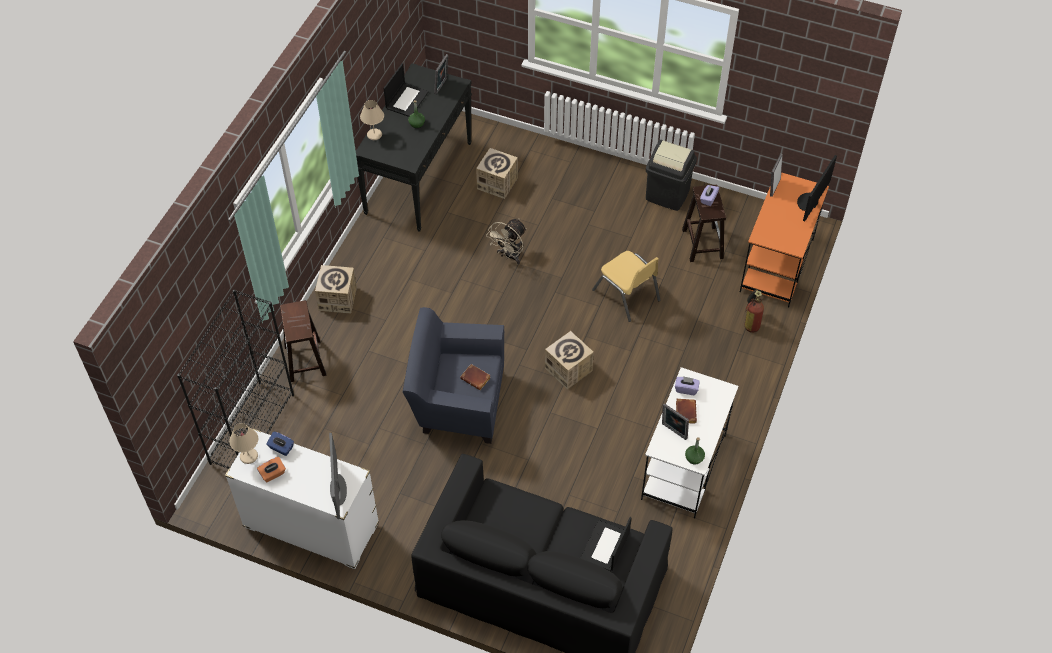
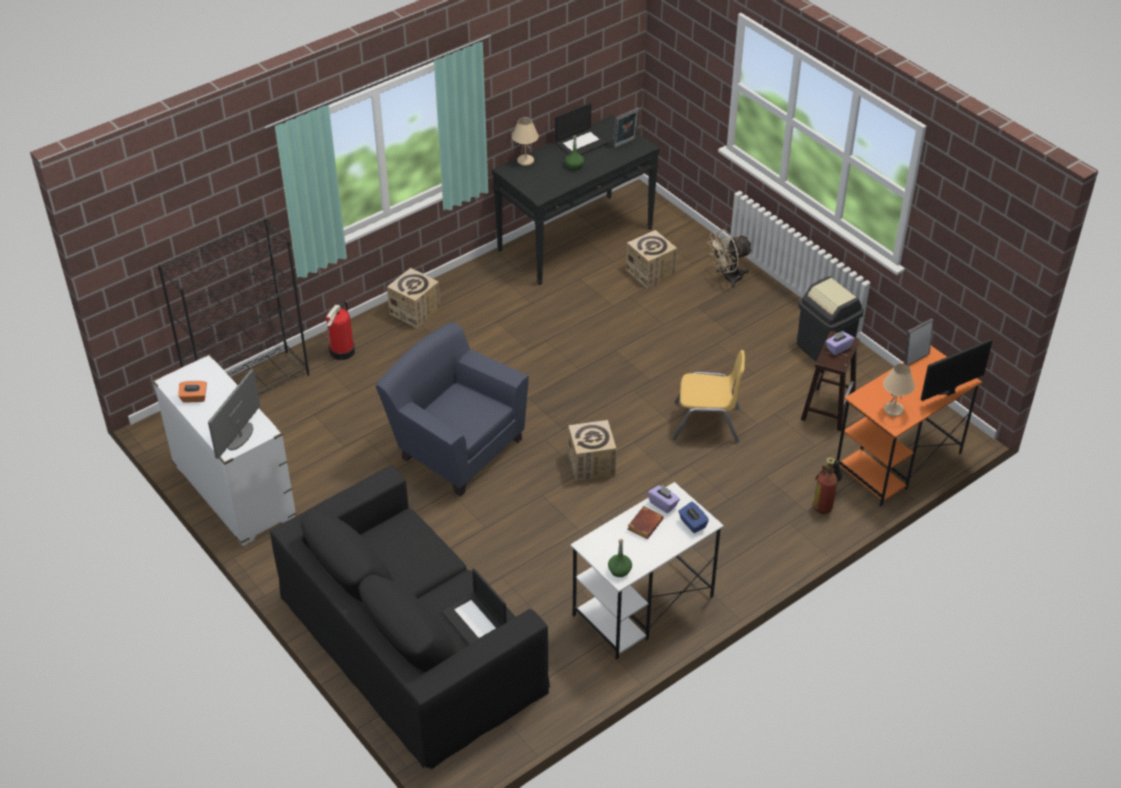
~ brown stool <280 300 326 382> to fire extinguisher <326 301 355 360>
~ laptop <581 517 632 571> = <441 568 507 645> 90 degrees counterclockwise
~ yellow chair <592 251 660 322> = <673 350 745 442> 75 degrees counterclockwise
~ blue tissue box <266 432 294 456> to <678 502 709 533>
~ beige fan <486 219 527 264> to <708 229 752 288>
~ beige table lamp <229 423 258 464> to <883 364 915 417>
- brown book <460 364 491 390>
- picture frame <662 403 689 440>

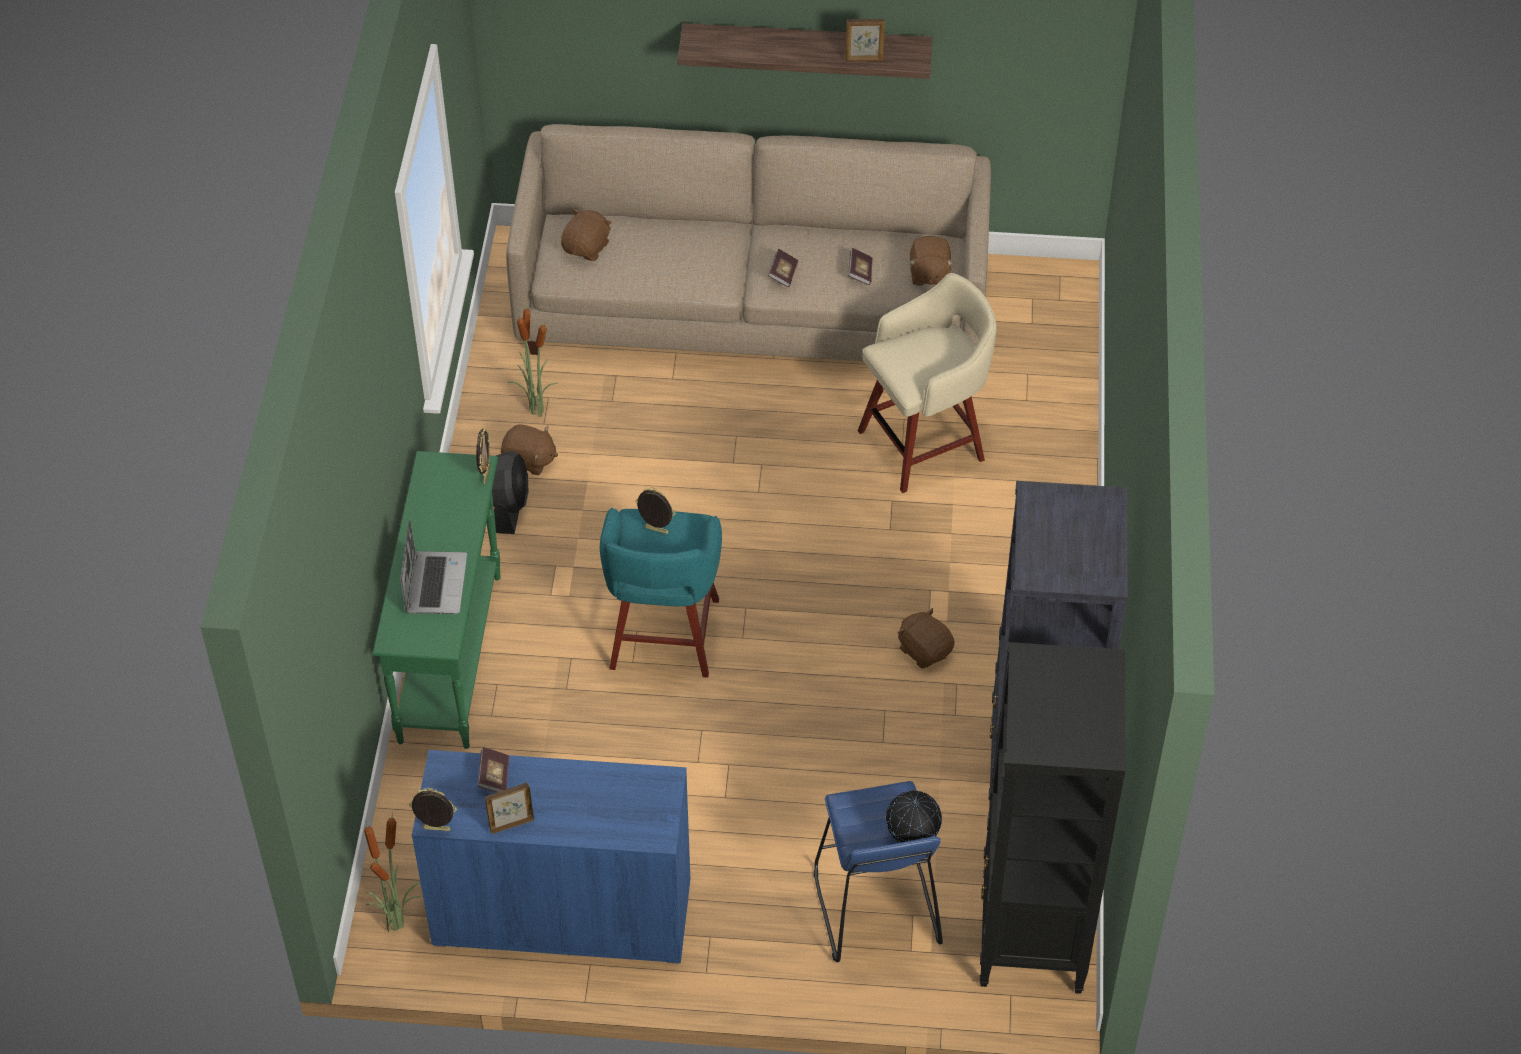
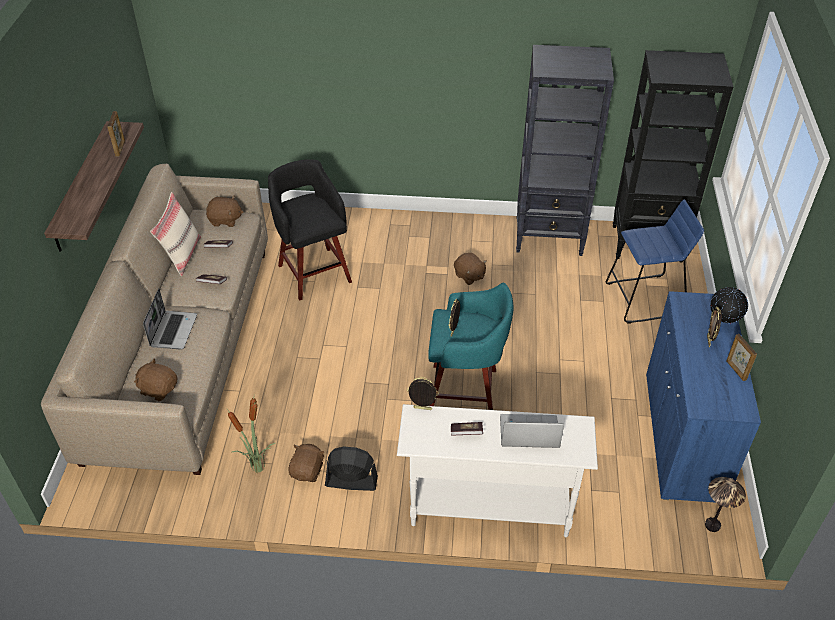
+ laptop <143 288 197 350>
+ beige pillow <150 192 201 276>
~ beige stool <858 273 997 493> to black stool <268 159 352 301>
~ green console table <372 451 501 749> to white console table <397 404 598 537>
~ book <478 747 509 793> to <451 422 483 436>
~ brown plush toy <898 608 955 668> = <454 253 487 285> 90 degrees counterclockwise
~ potted plant <364 818 421 932> to table lamp <705 477 746 532>
~ picture frame <409 788 457 831> to <707 306 722 347>
~ globe <886 790 942 843> to <710 287 748 323>

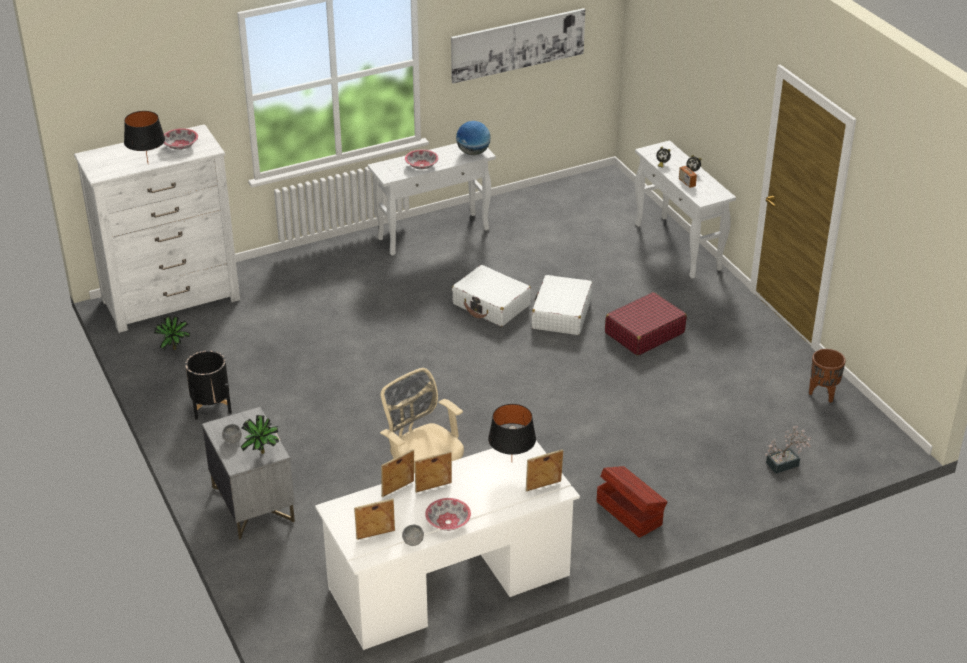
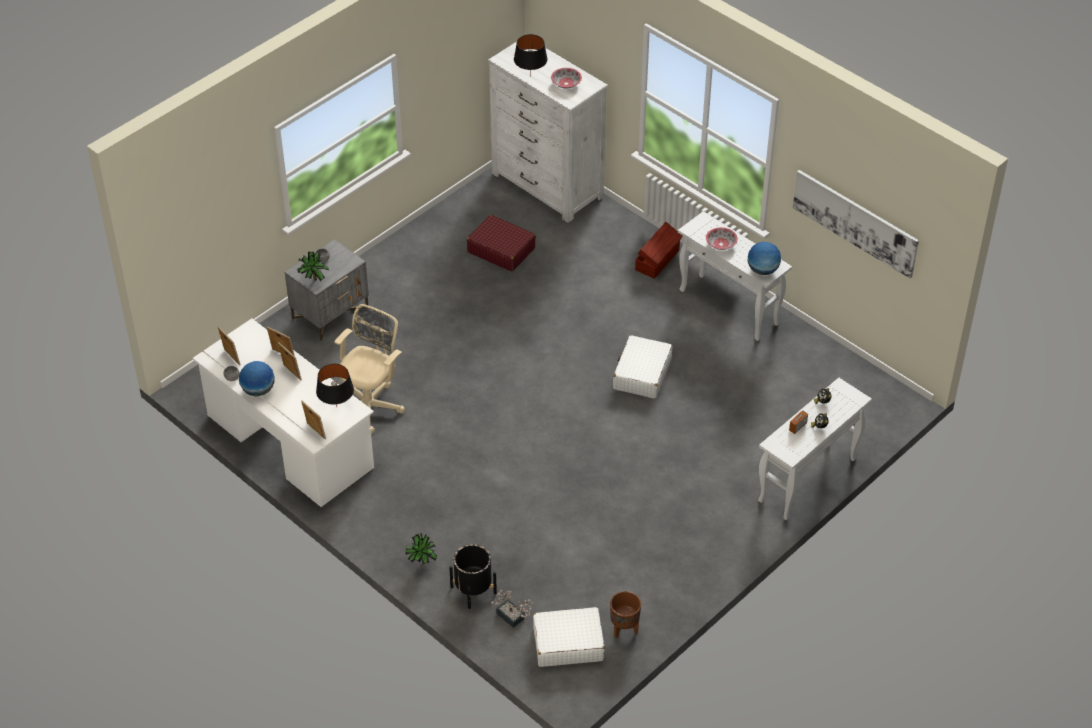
~ bowl <425 498 471 531> to globe <239 361 275 396>
~ potted plant <154 316 190 350> to <405 533 437 564>
~ black planter <185 351 232 419> to <449 544 497 609>
~ red suitcase <605 292 687 356> to <467 215 536 272>
~ white suitcase <531 275 592 335> to <533 607 605 667>
~ brown storage box <597 466 668 538> to <635 222 683 279>

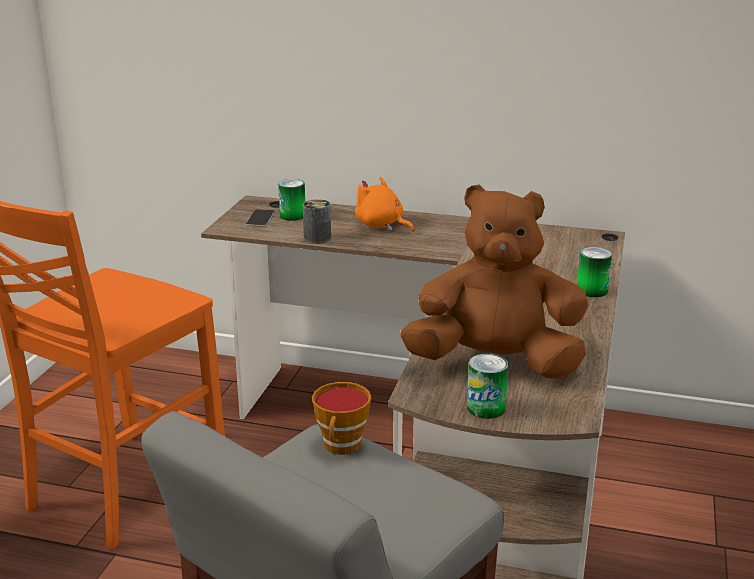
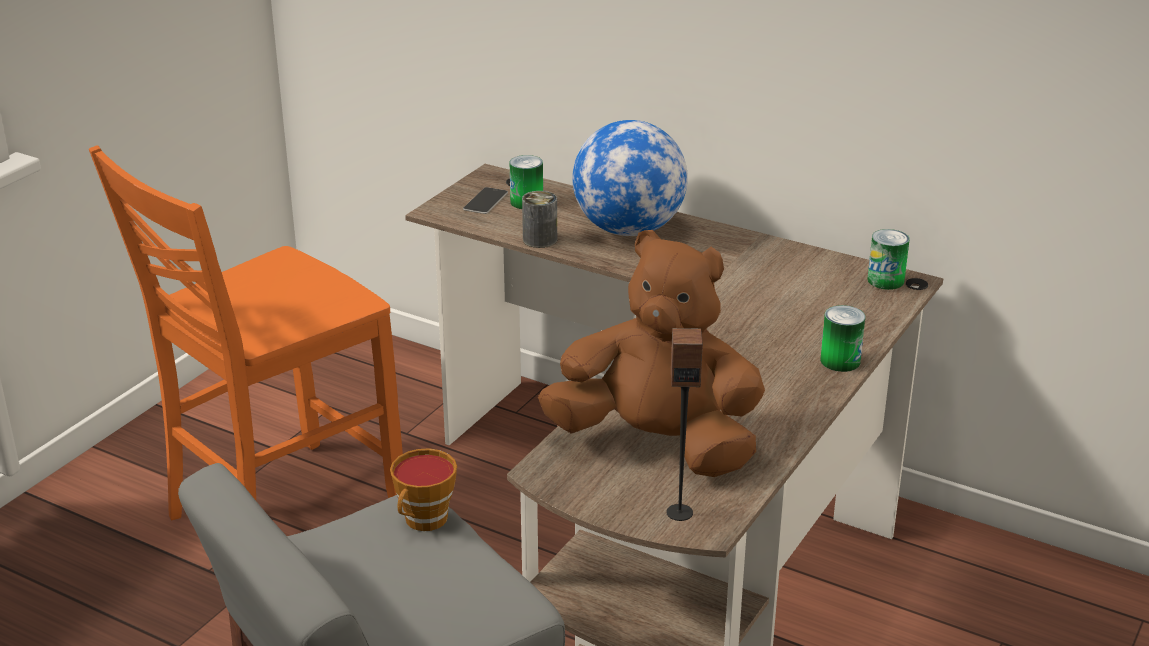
~ orange plush toy <355 177 414 231> to globe <572 120 688 236>
+ speaker <666 328 703 521>
~ can <467 354 508 419> to <867 229 909 290>

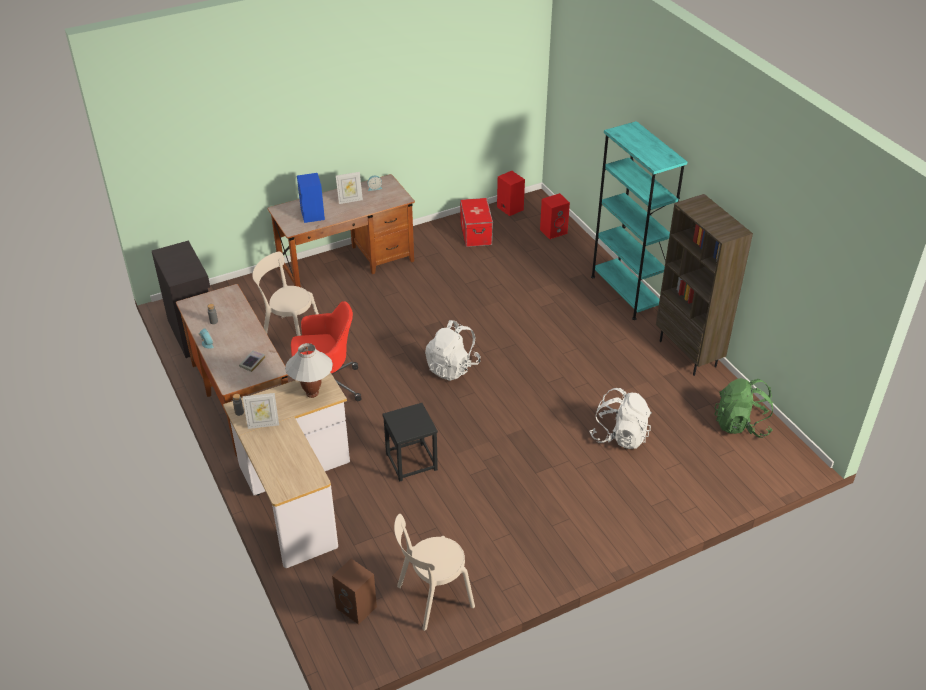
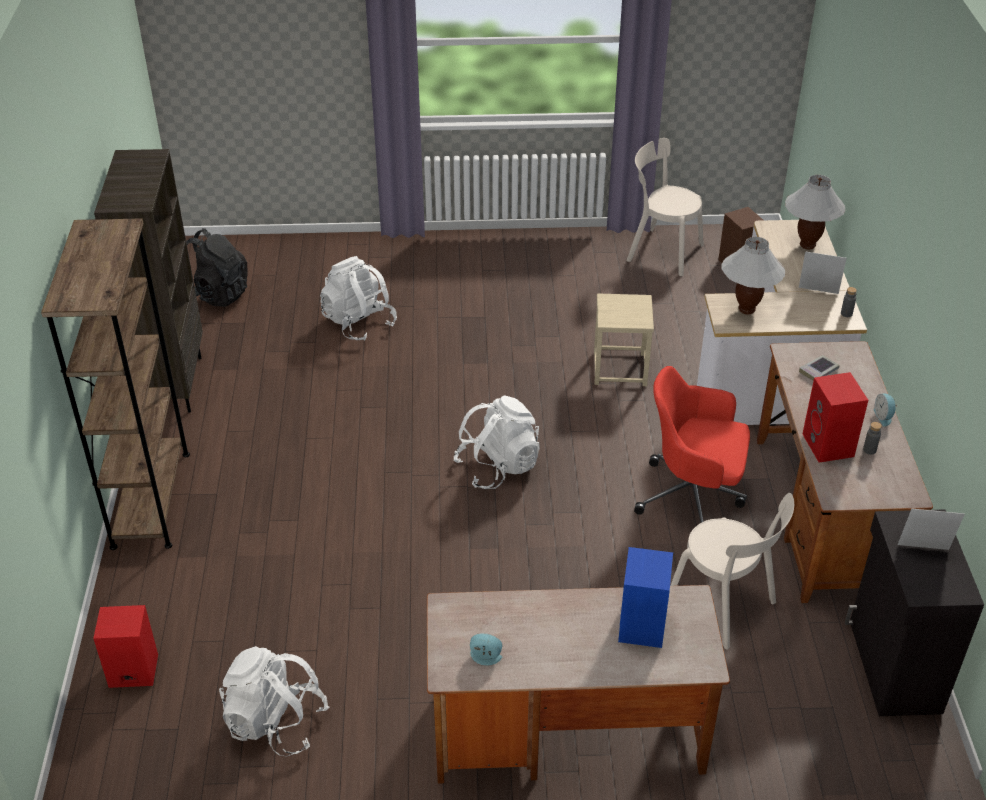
~ turquoise bookcase <591 121 687 320> to brown bookcase <41 218 190 550>
~ green backpack <714 378 773 438> to black backpack <186 228 248 307>
~ storage box <460 198 493 247> to white backpack <219 646 330 756>
~ black stool <382 403 438 482> to beige stool <594 293 654 386>
~ beige chair <394 514 475 631> = <626 138 704 276> 150 degrees counterclockwise
+ white table lamp <785 175 846 250>
~ red speaker <497 171 525 216> to <803 372 868 463>
~ picture frame <336 172 363 204> to <898 509 965 550>

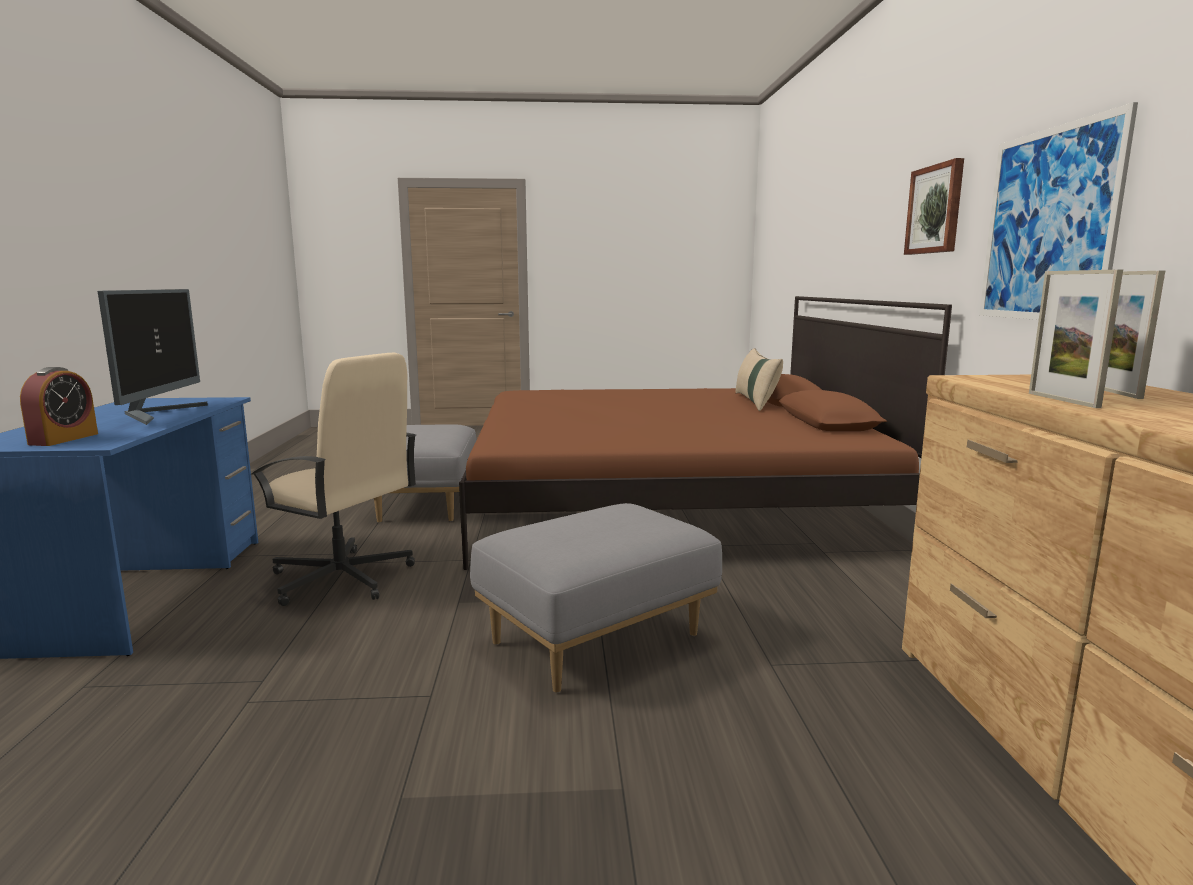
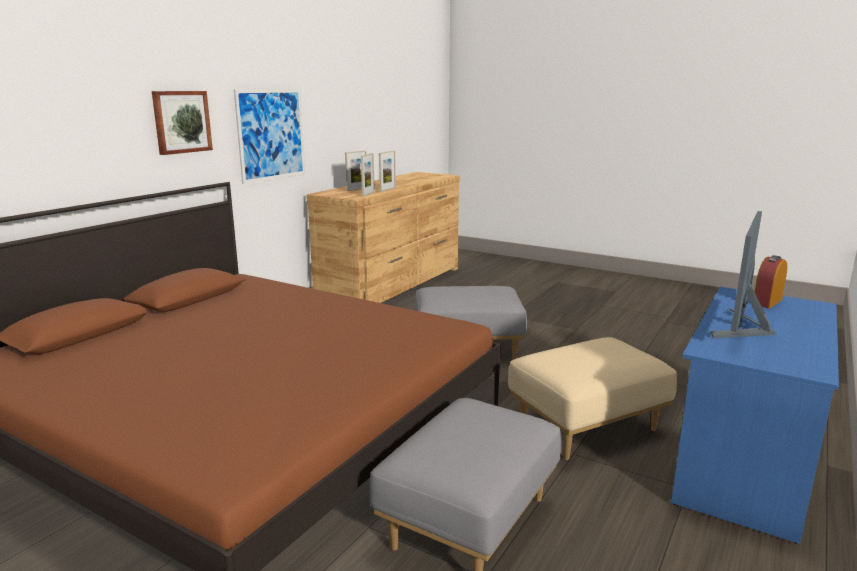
+ picture frame <361 153 375 196>
~ beige office chair <251 353 416 606> to beige ottoman <508 337 677 460>
- beige pillow <736 348 783 411>

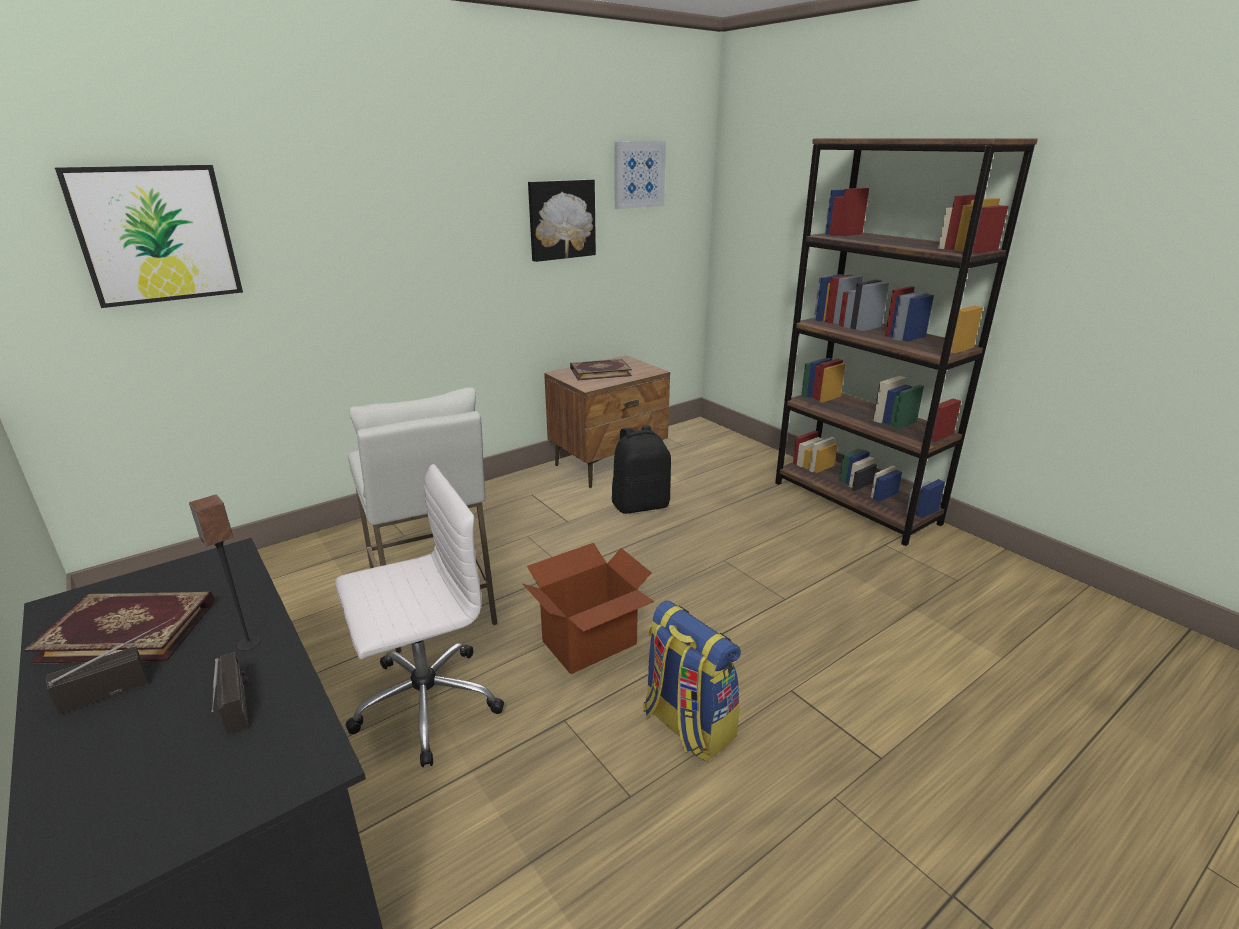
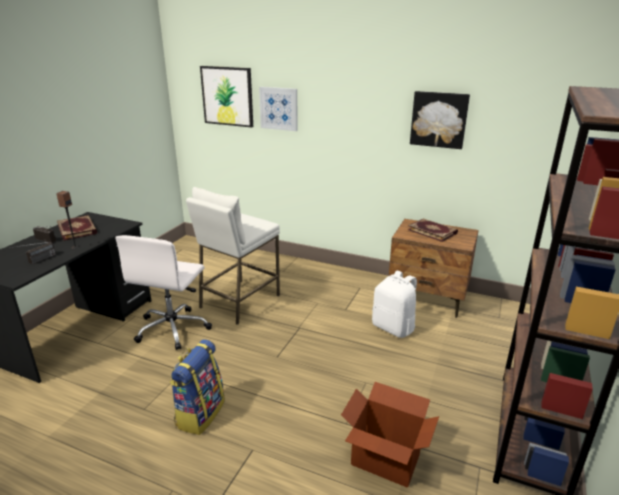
~ white office chair <335 464 504 767> = <115 235 212 350> 75 degrees clockwise
~ picture <614 142 666 209> to <259 87 298 131>
~ cardboard box <523 543 654 674> to <341 382 439 488>
~ black backpack <612 425 671 514> to white backpack <372 271 417 338>

